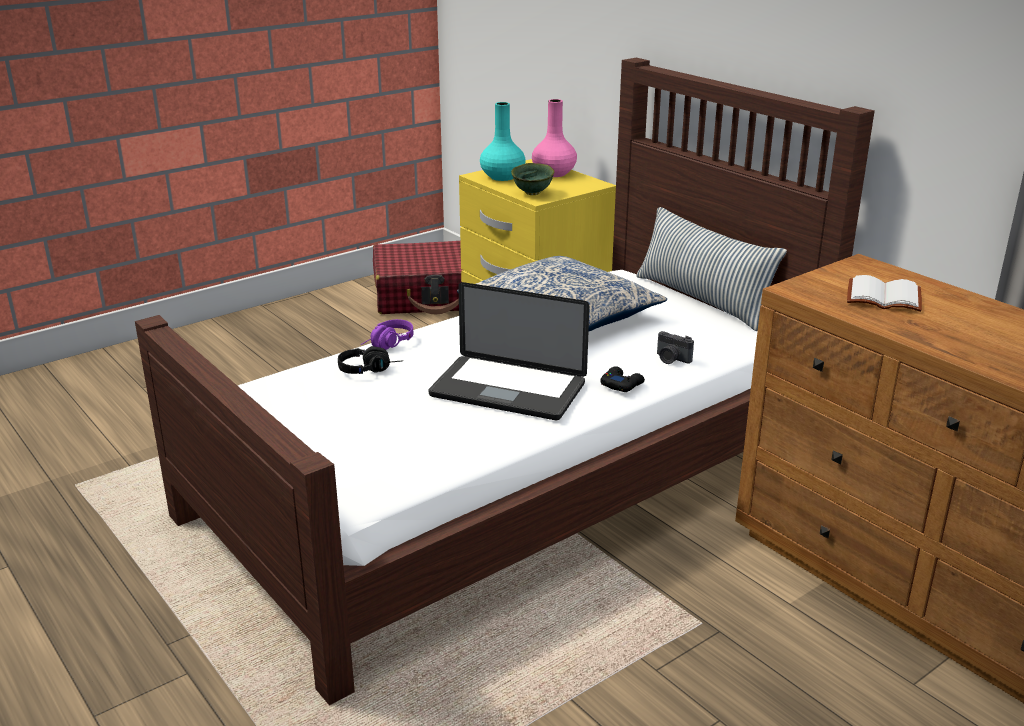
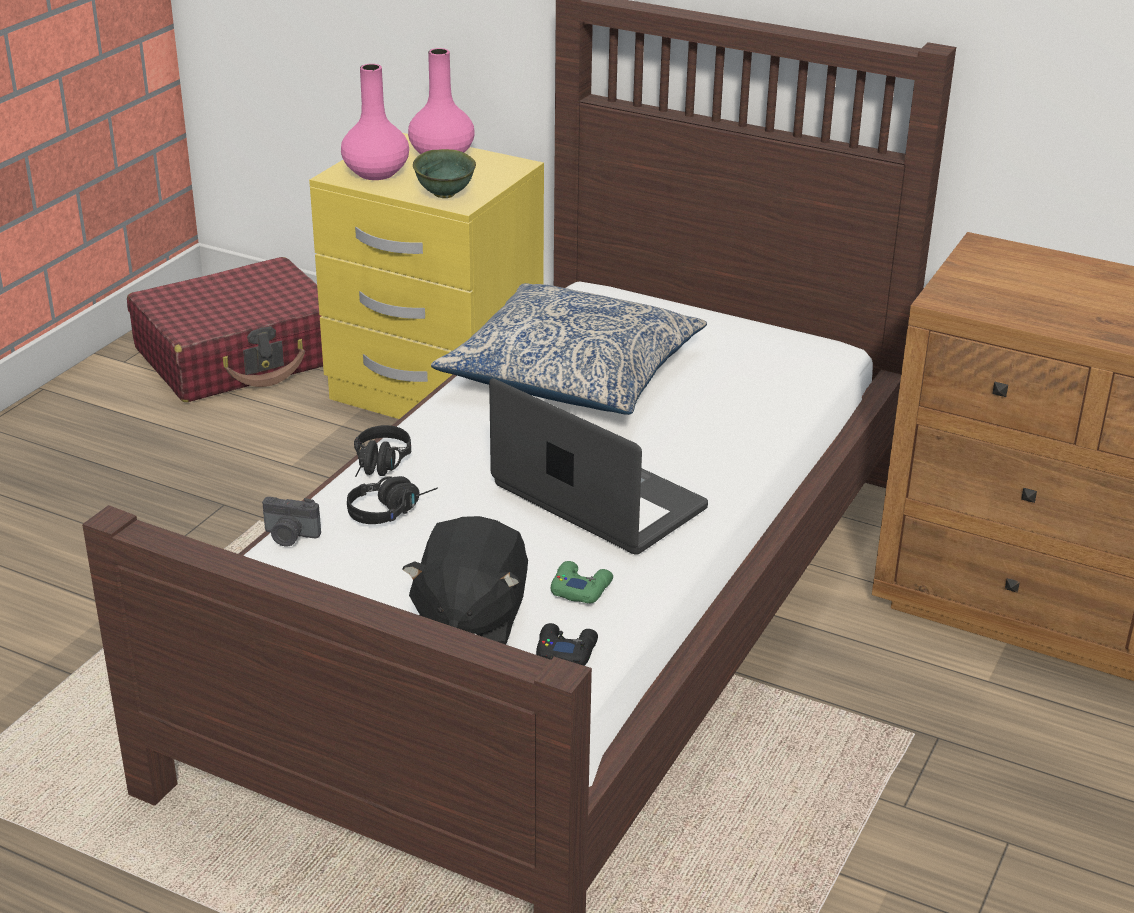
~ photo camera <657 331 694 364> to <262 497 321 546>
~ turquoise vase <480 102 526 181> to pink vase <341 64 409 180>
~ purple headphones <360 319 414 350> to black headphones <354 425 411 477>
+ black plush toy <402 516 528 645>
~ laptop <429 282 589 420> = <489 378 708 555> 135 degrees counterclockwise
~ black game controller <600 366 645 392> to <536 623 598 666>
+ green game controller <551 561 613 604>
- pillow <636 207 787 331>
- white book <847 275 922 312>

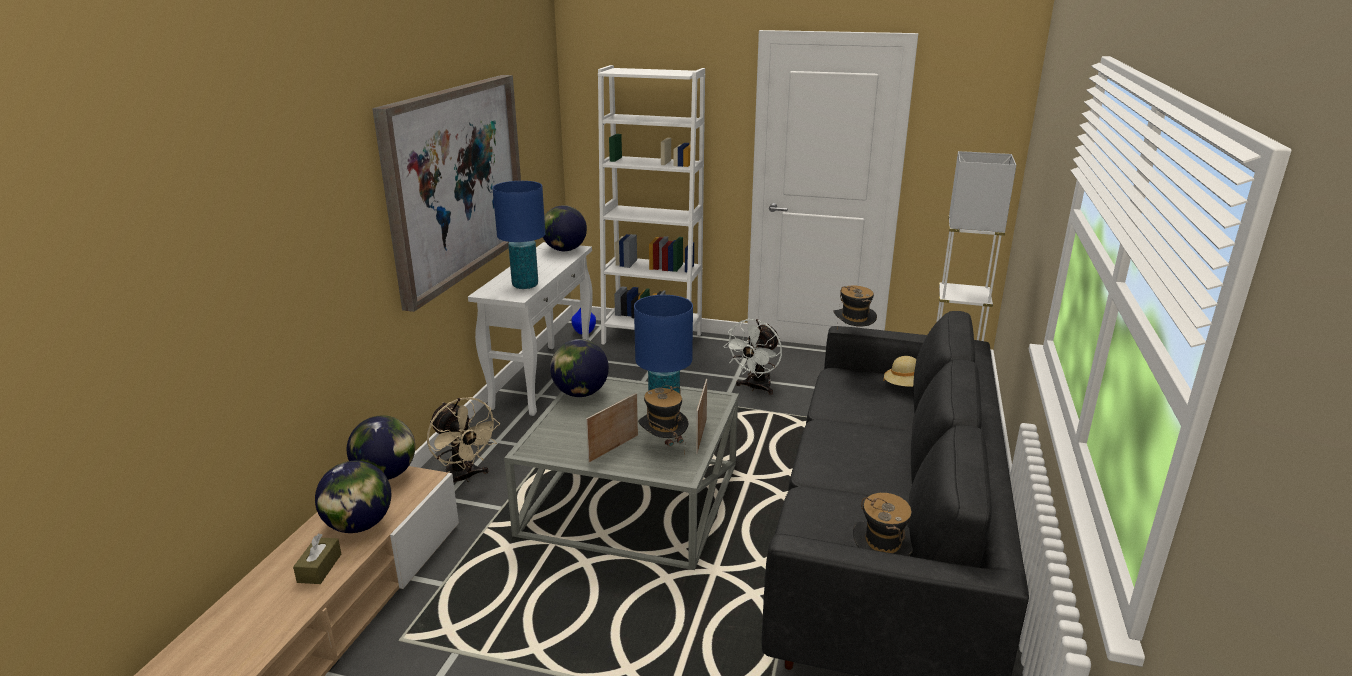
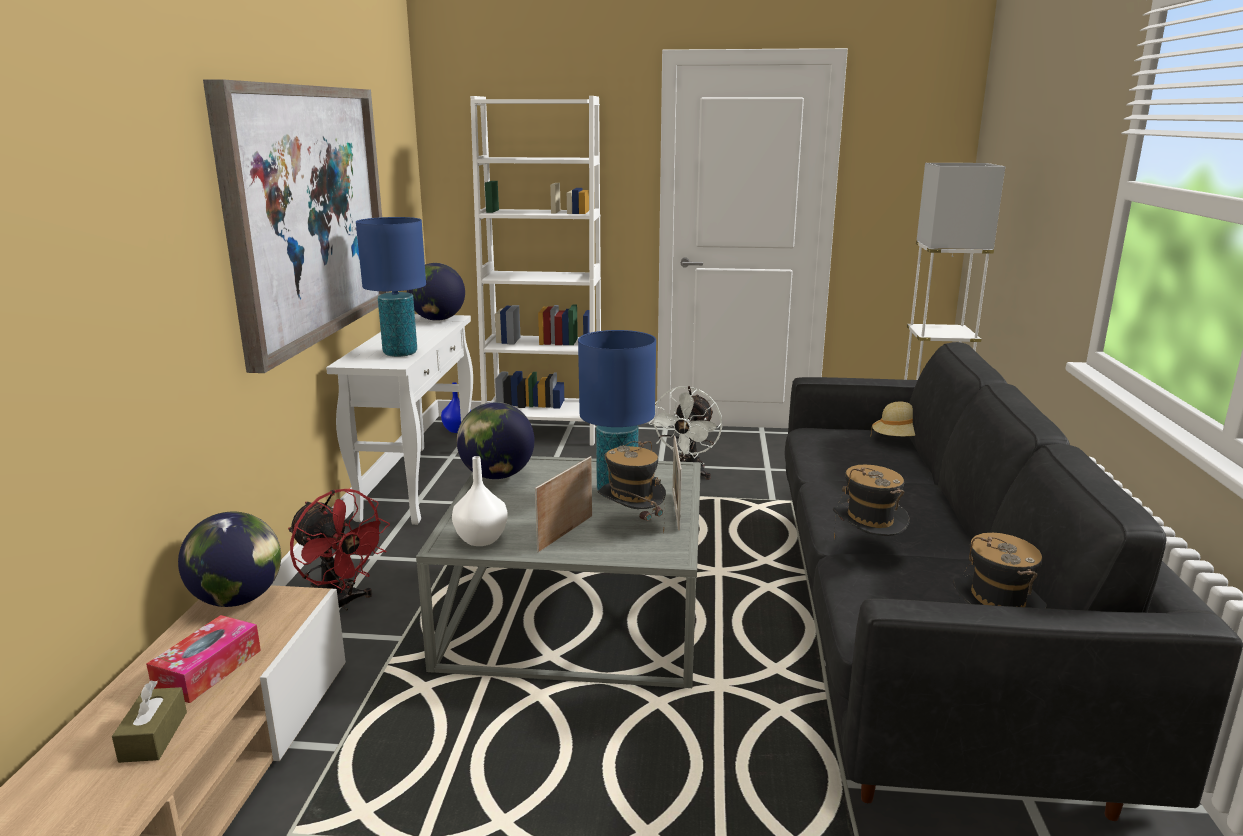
~ globe <315 461 391 533> to tissue box <146 615 261 703>
~ beige fan <427 397 500 483> to red fan <288 489 390 610>
+ white vase <452 456 507 546>
~ hat <833 285 877 329> to <833 465 910 540>

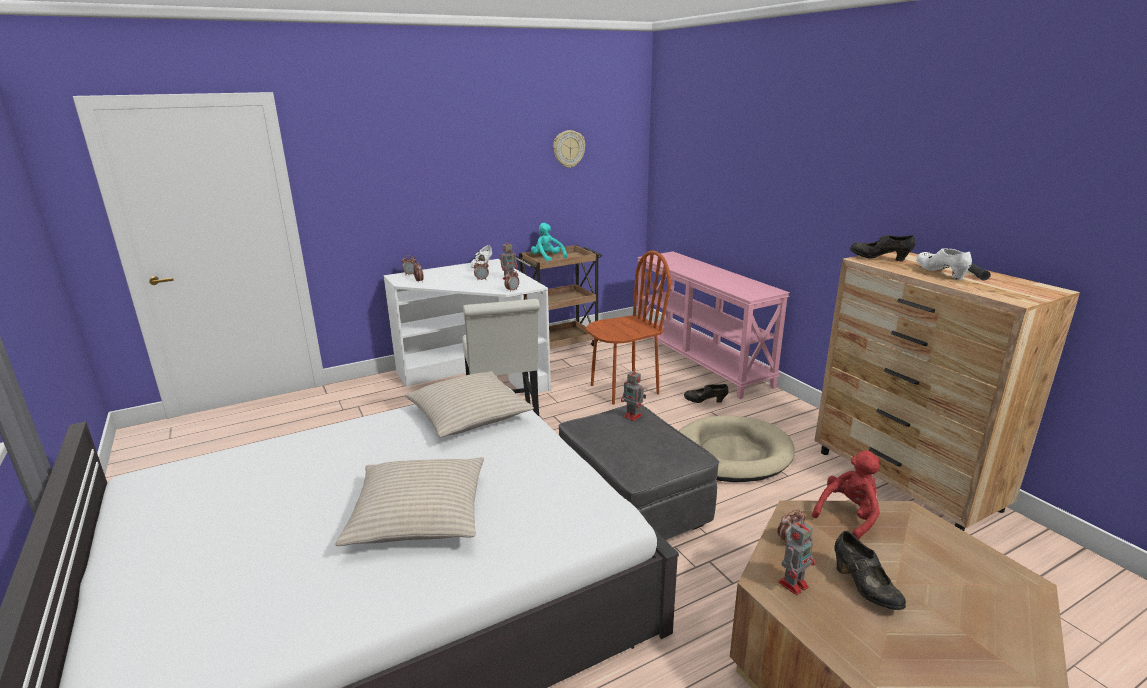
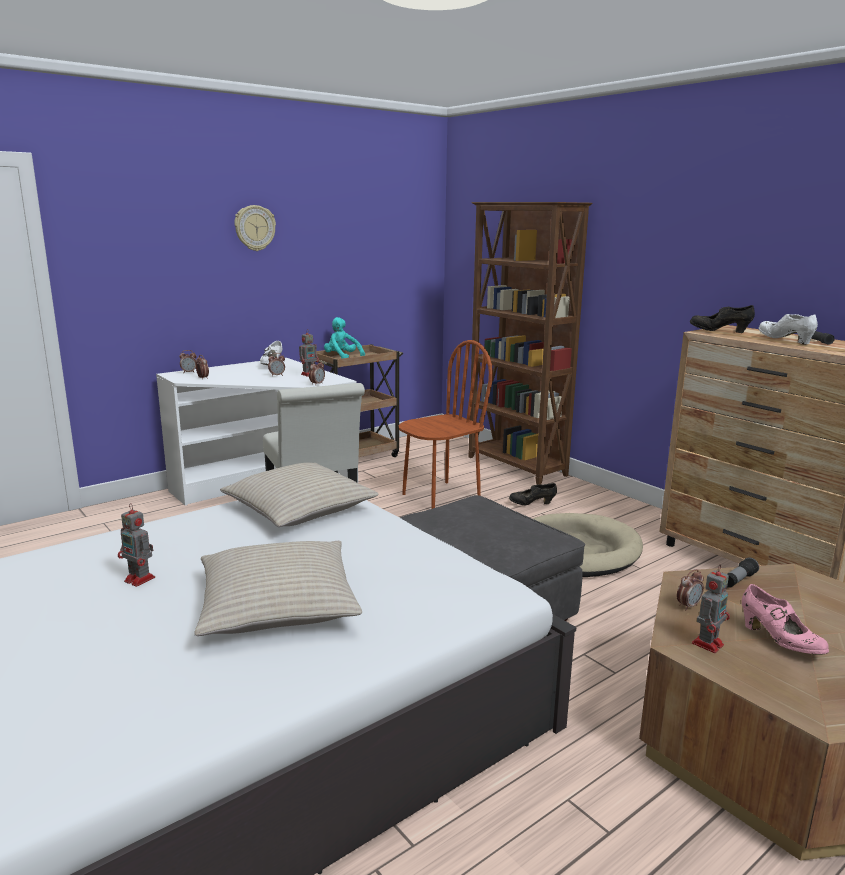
~ toy robot <621 367 646 421> to <118 503 155 587>
~ wall clock <553 130 585 168> to <234 205 276 251>
~ pink console table <637 252 790 399> to brown bookcase <468 202 593 485>
~ red plush toy <812 450 880 540> to flashlight <727 558 759 588>
~ black shoe <834 531 906 610> to pink shoe <742 584 829 655>

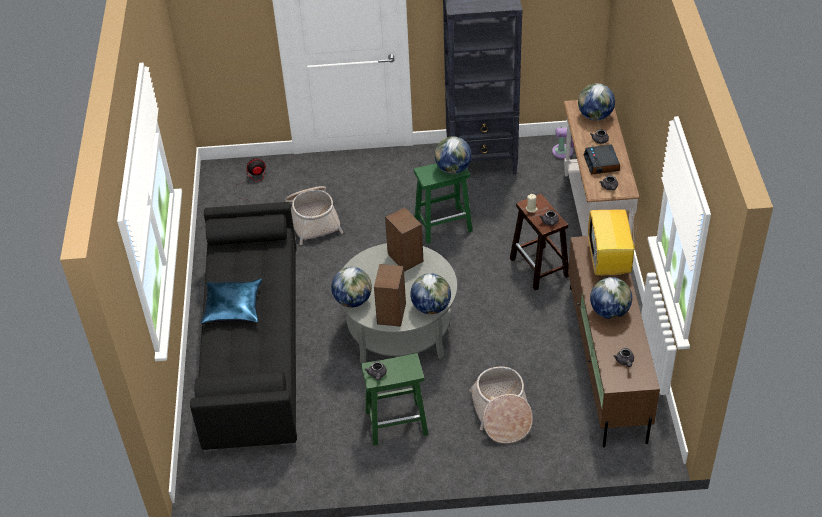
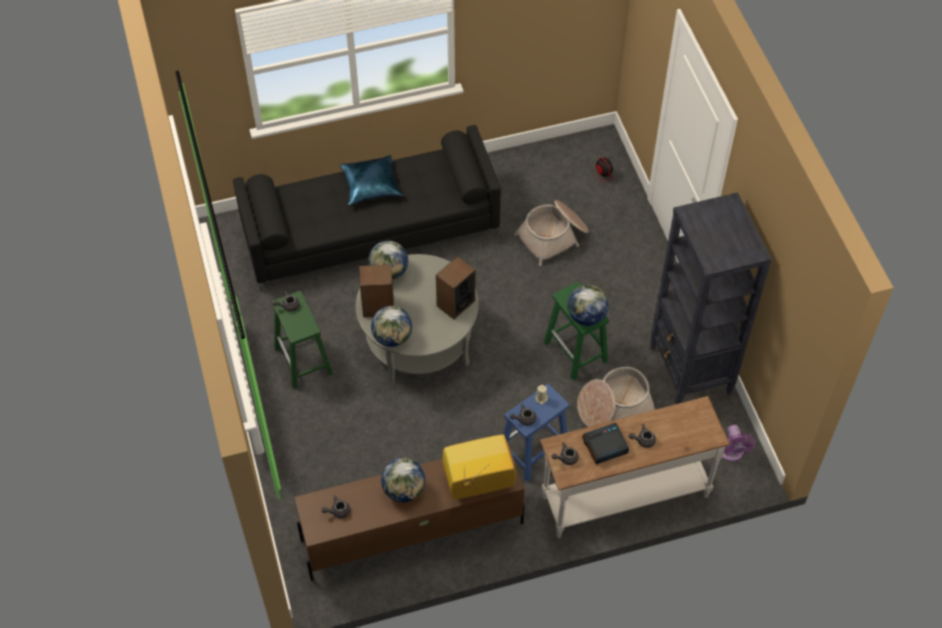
~ brown stool <510 194 569 290> to blue stool <504 384 569 482>
~ basket <469 366 533 444> to <577 367 655 427>
- globe <578 83 615 121>

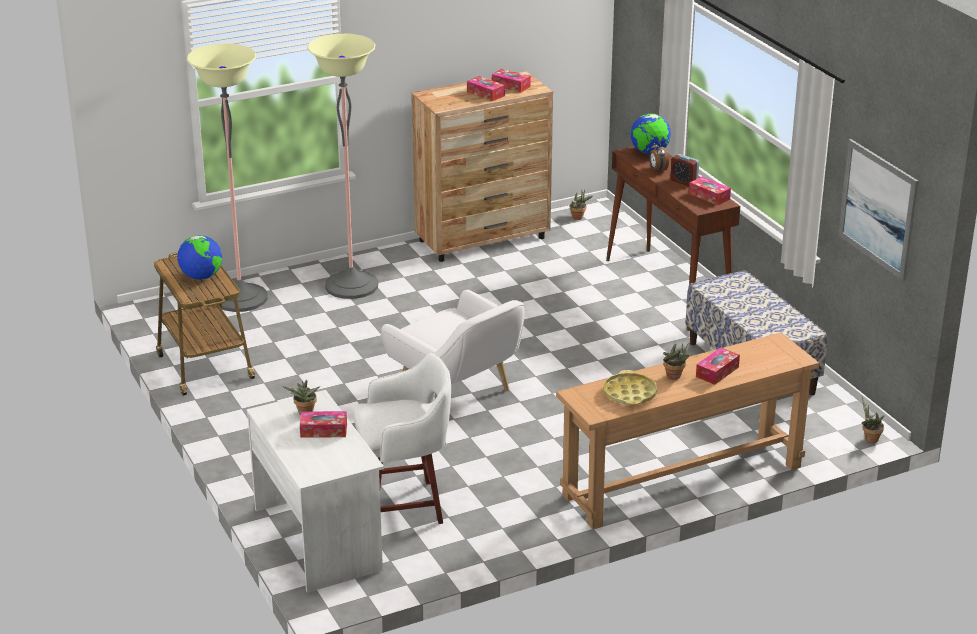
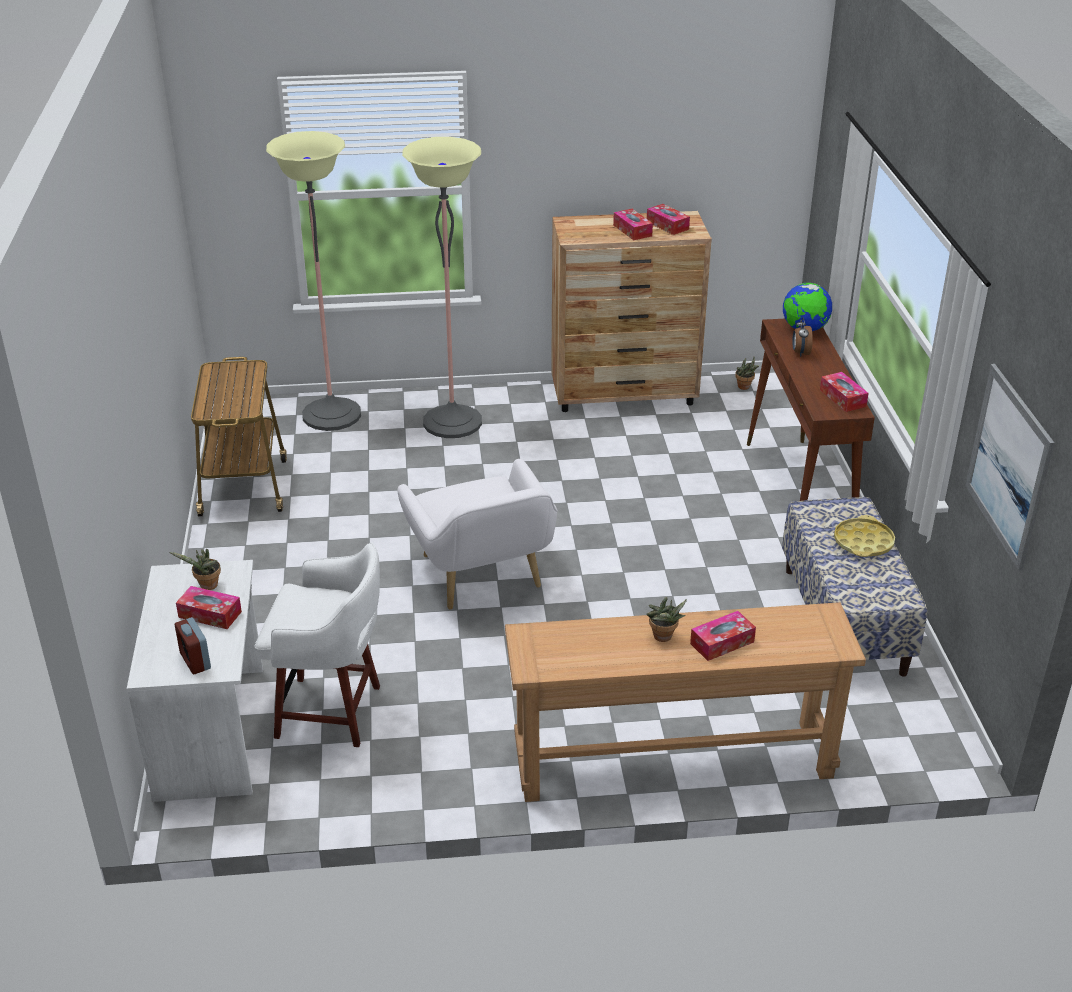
~ alarm clock <670 154 699 186> to <175 617 211 674>
~ yellow tray <603 370 657 405> to <834 515 895 557>
- globe <177 235 222 280>
- potted plant <861 396 884 443>

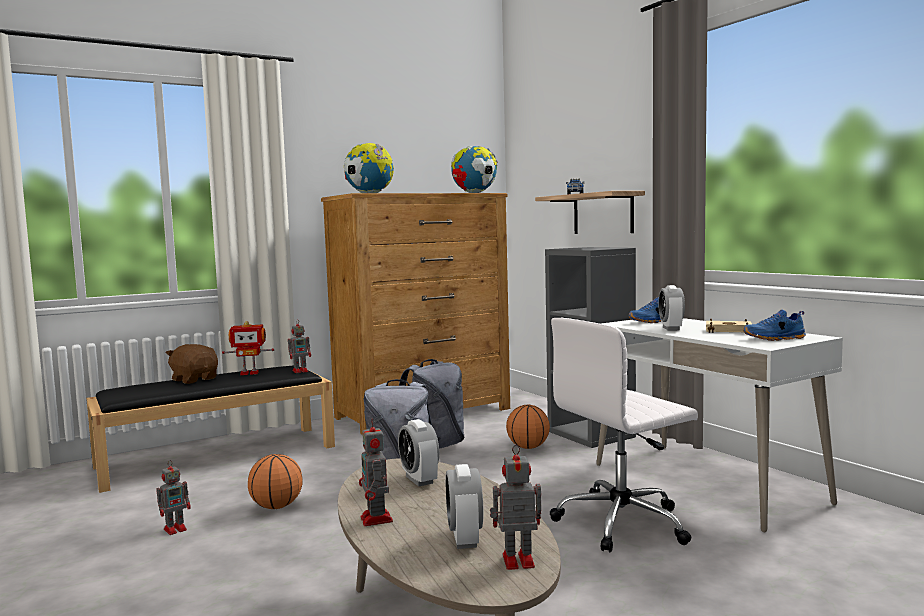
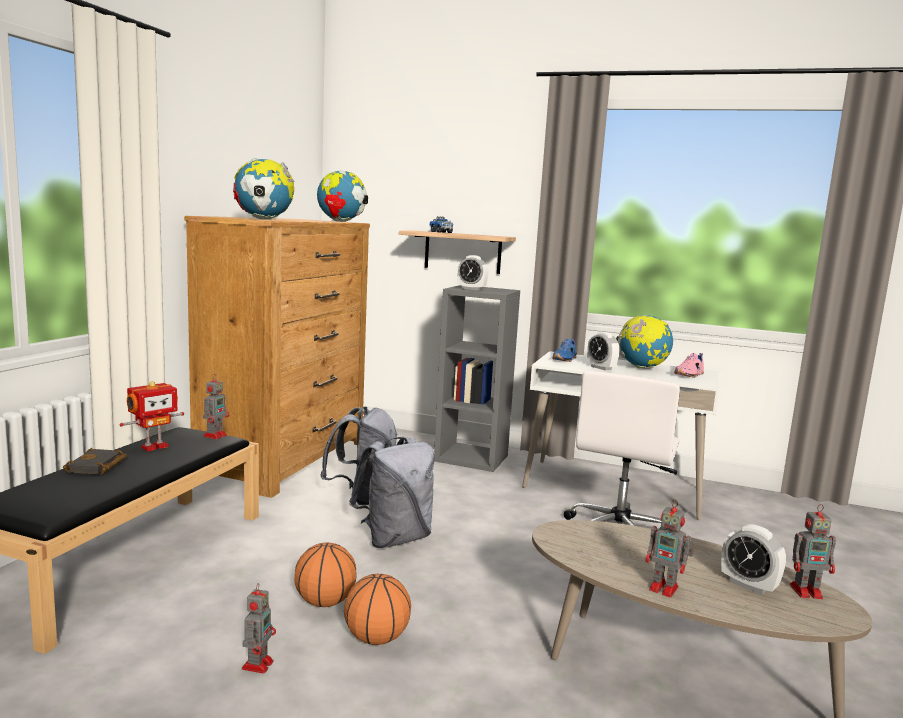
~ brown plush toy <166 344 218 384> to black book <63 448 127 475>
~ basketball <506 405 550 449> to <344 574 411 645>
~ alarm clock <398 419 439 487> to <457 255 488 290>
~ beige book <706 319 752 333> to globe <616 315 673 369>
~ blue shoe <743 309 806 341> to pink shoe <674 353 704 378>
~ toy robot <490 444 541 570> = <790 504 836 599> 135 degrees counterclockwise

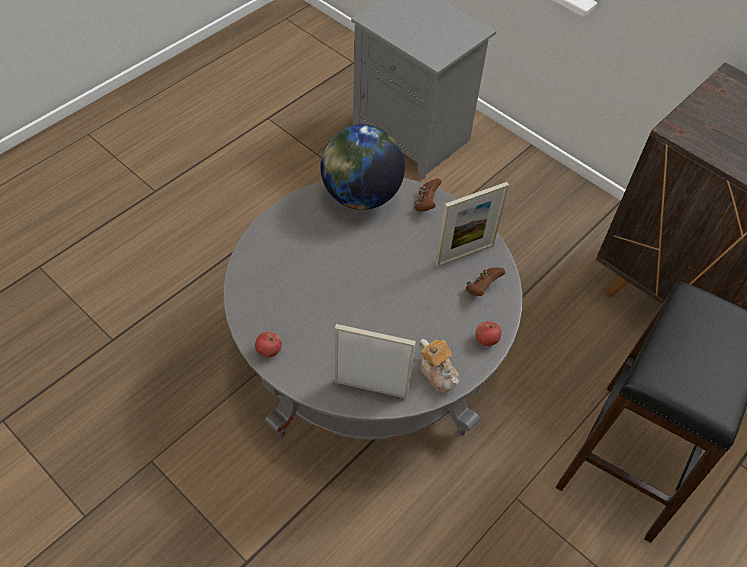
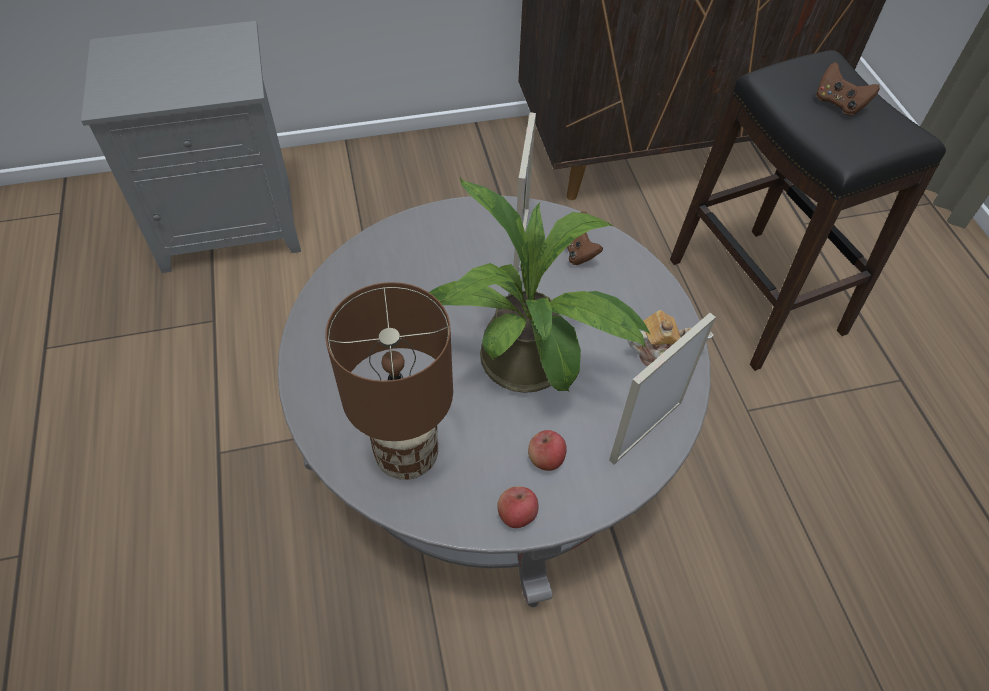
+ brown table lamp <325 282 453 480>
+ potted plant <429 178 651 393>
~ apple <475 321 501 347> to <528 430 567 471>
~ brown game controller <414 178 442 212> to <816 62 880 116>
- globe <320 124 405 210>

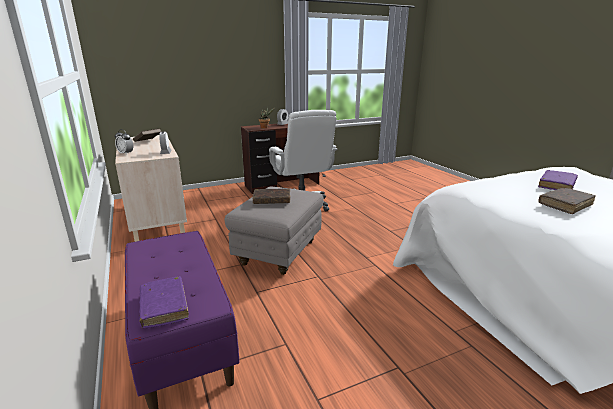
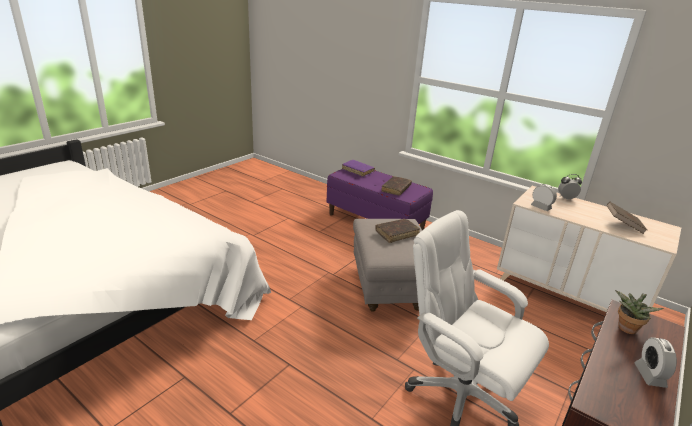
~ brown book <538 188 596 214> to <381 176 412 195>
- purple book <538 170 578 190>

